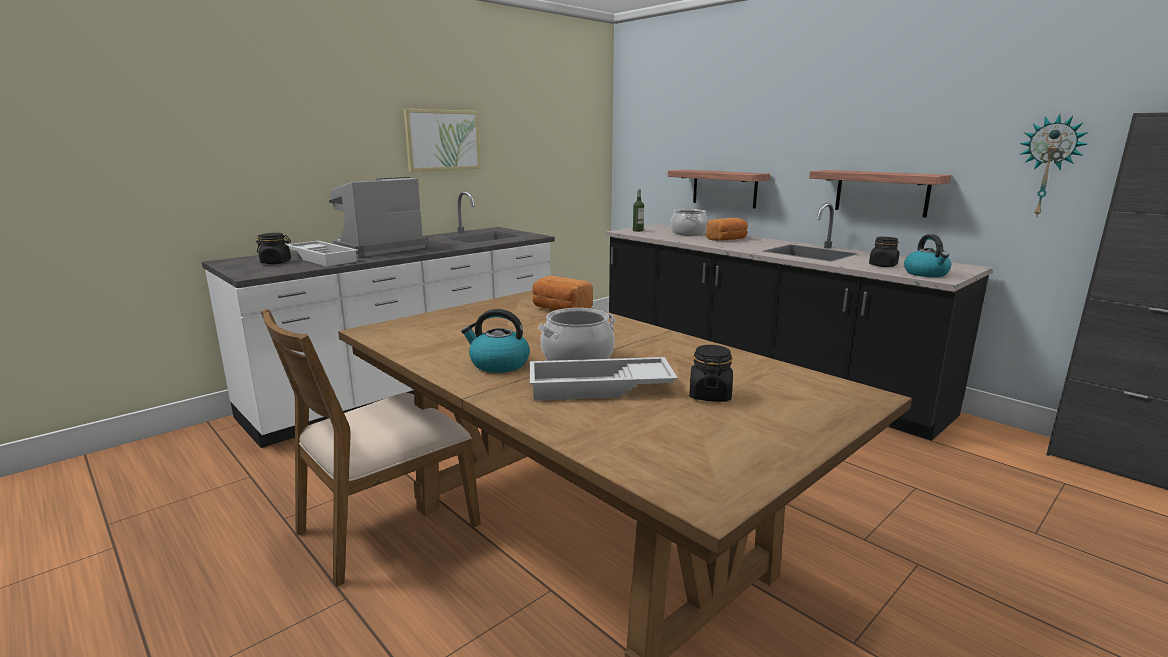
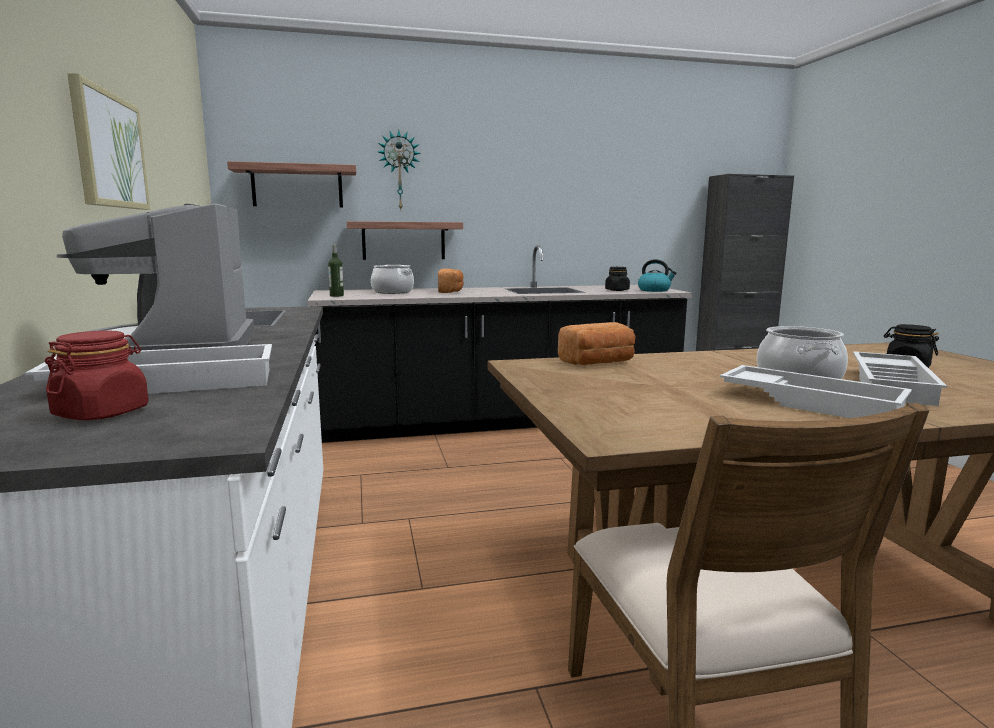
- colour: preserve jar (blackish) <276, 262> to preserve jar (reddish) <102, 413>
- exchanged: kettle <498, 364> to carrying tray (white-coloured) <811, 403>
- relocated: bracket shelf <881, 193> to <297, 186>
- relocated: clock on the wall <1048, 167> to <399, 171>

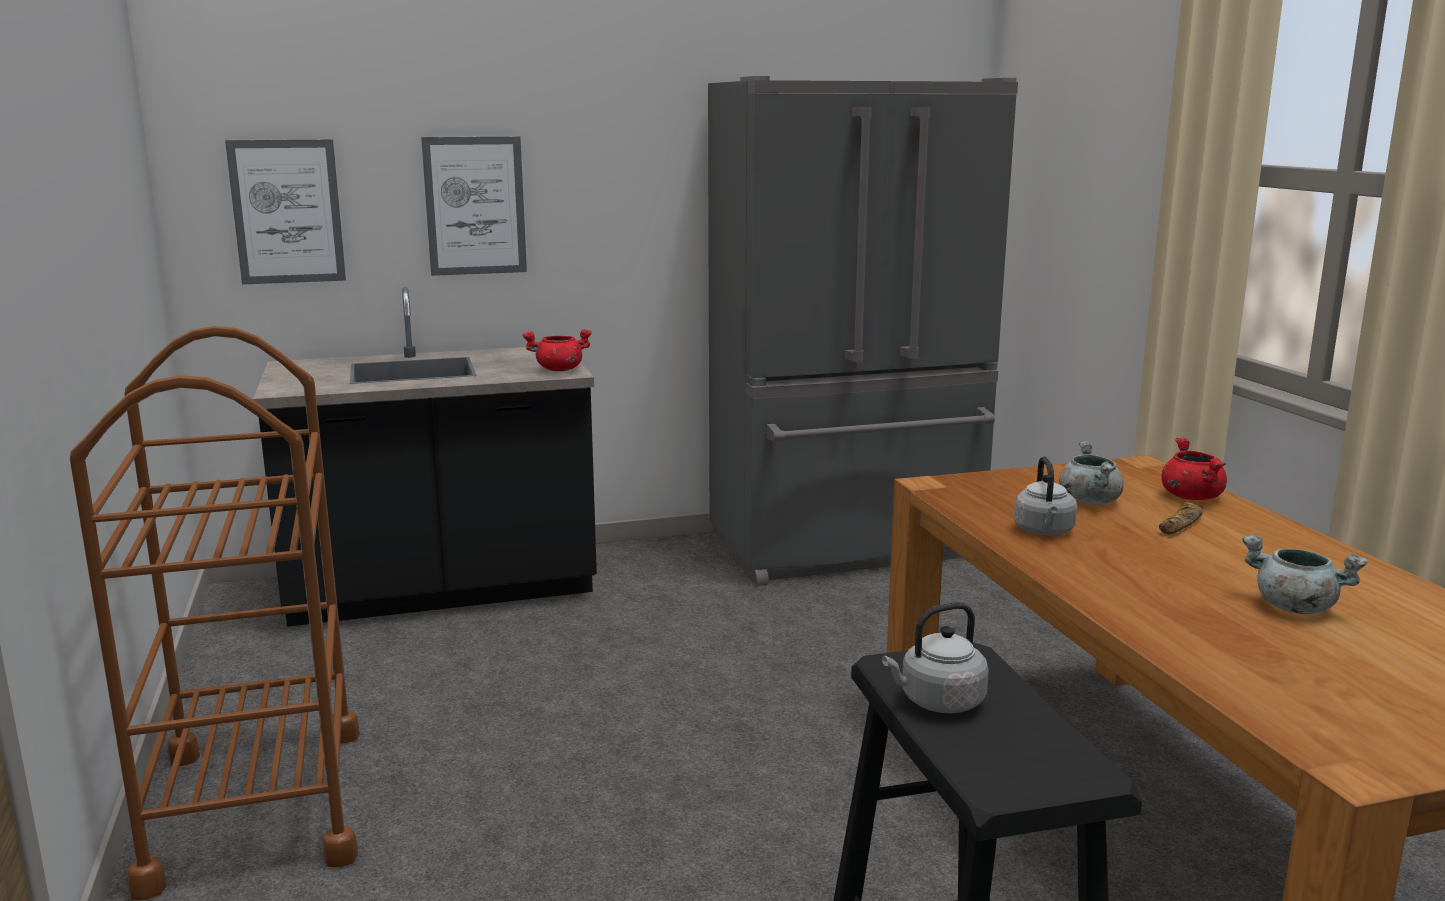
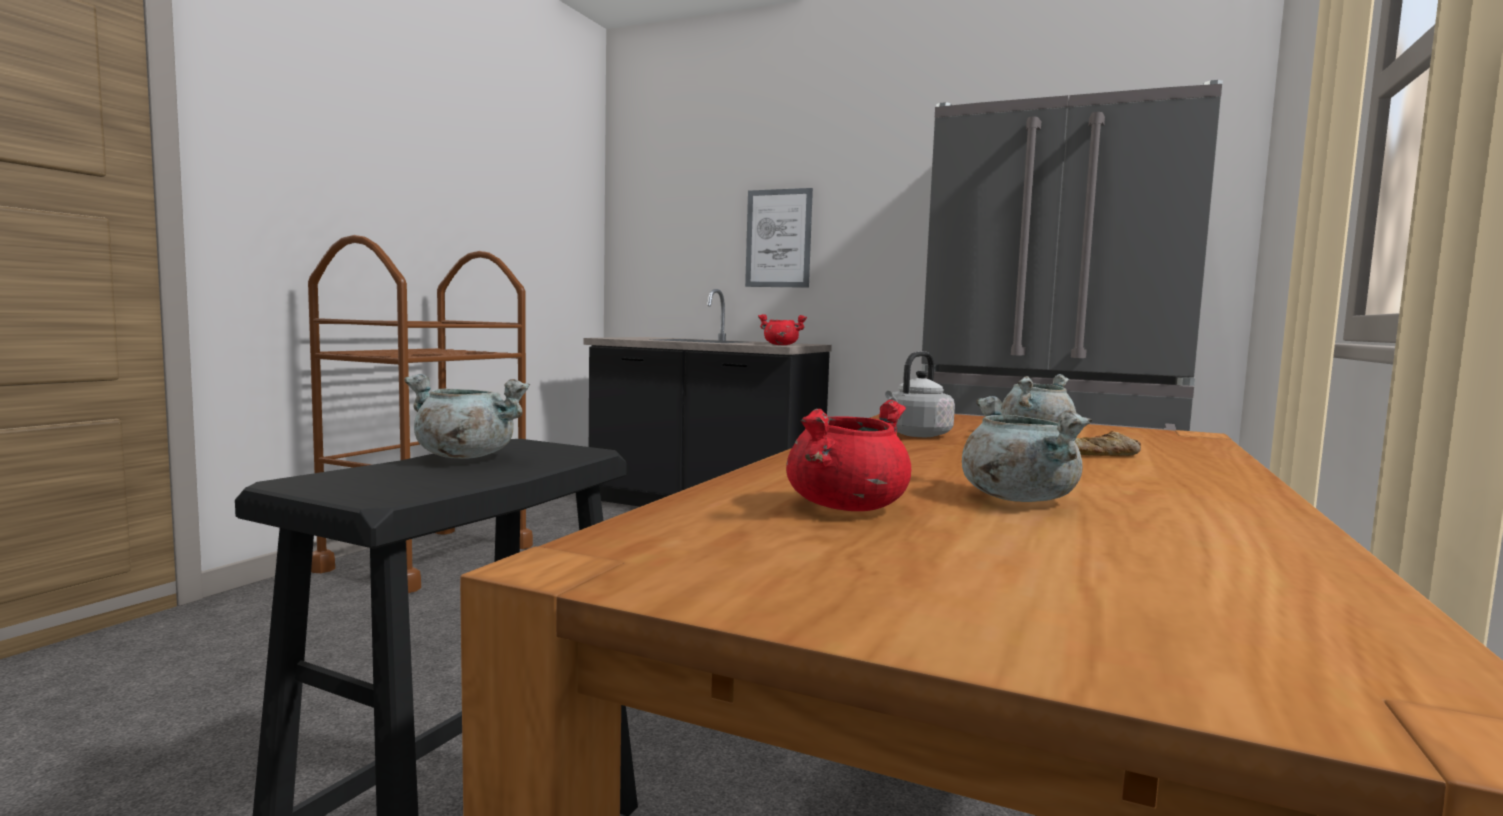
- missing: picture <287, 212>
- exchanged: kettle (grey) <938, 702> to saucepot (grey) <464, 456>
- relocated: saucepot (reddish) <1190, 497> to <846, 506>

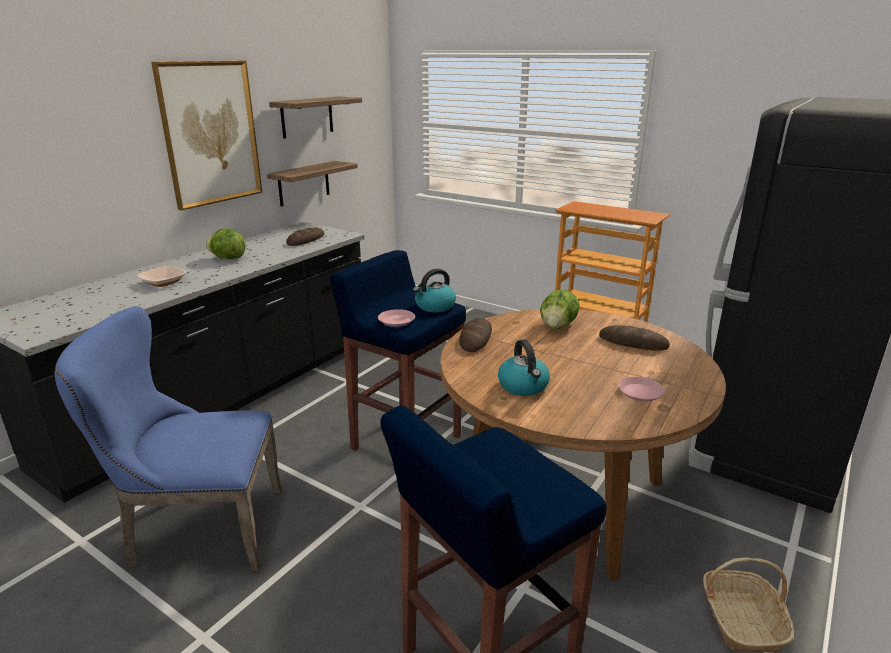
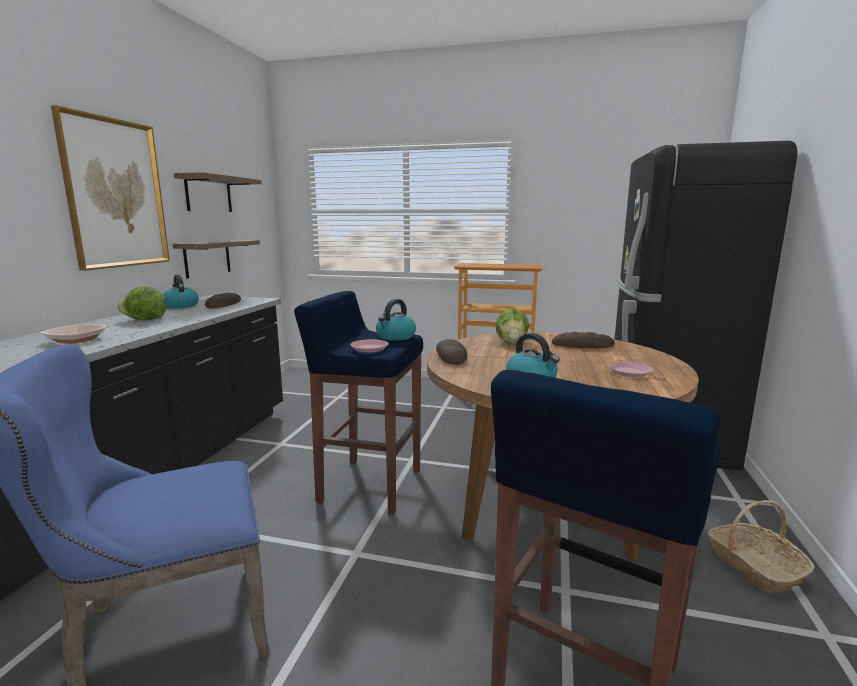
- appeared: kettle <181, 306>

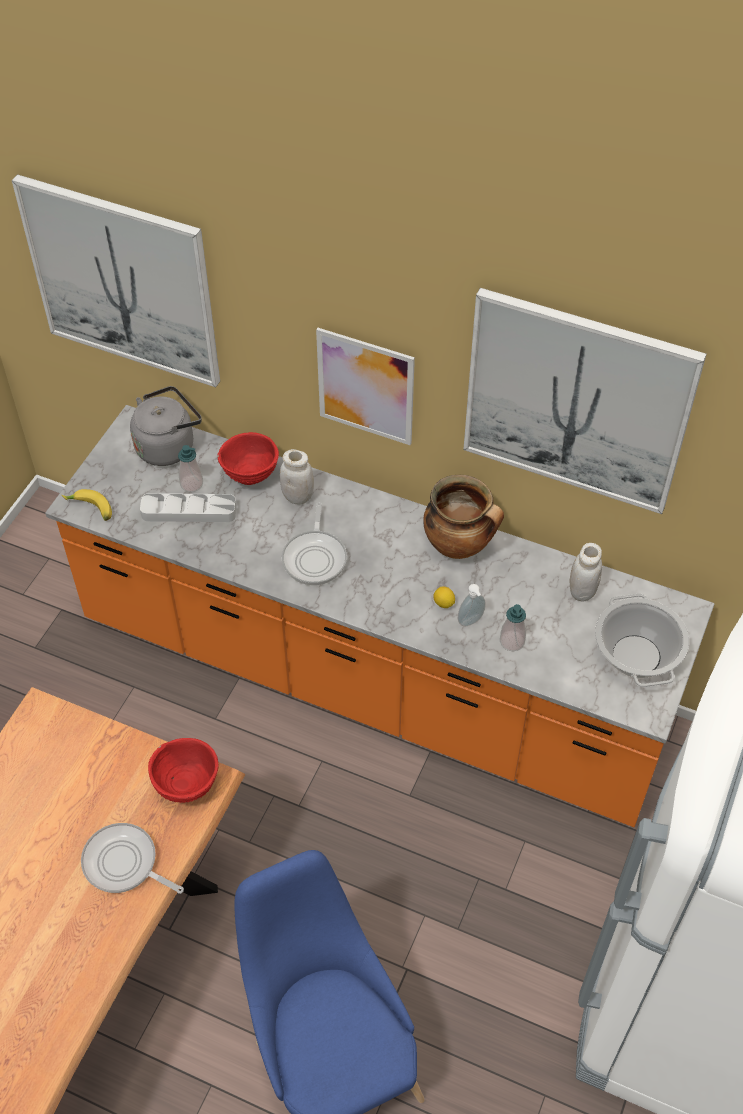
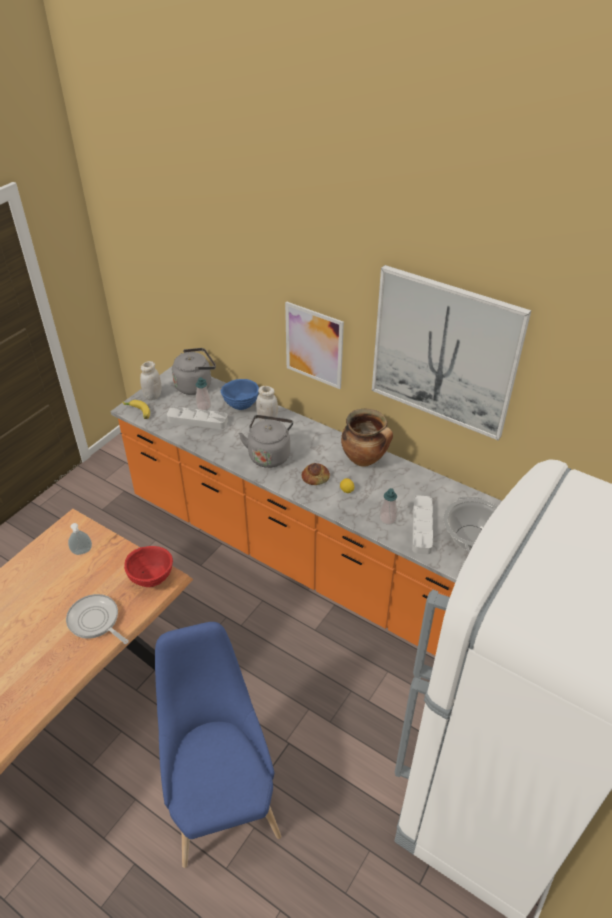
- missing: picture <122, 281>
- colour: deep dish (reddish) <250, 476> to deep dish (blue-coloured) <241, 406>
- exchanged: frying pan <315, 557> to kettle (grey) <269, 454>
- relocated: soap bottle <471, 622> to <82, 552>
- relocated: preserve jar (white-coloured) <582, 591> to <153, 396>
- appeared: bread <315, 477>
- appeared: carrying tray (grey) <422, 527>

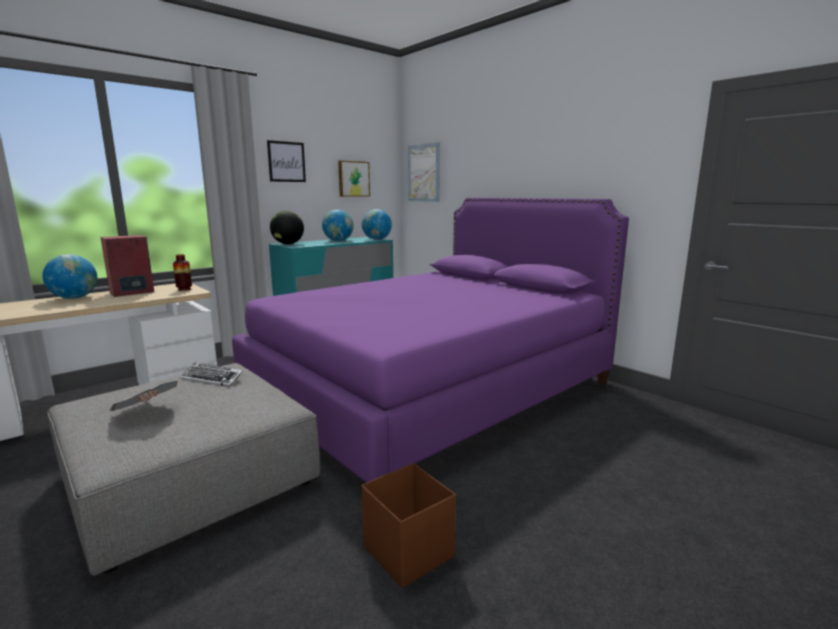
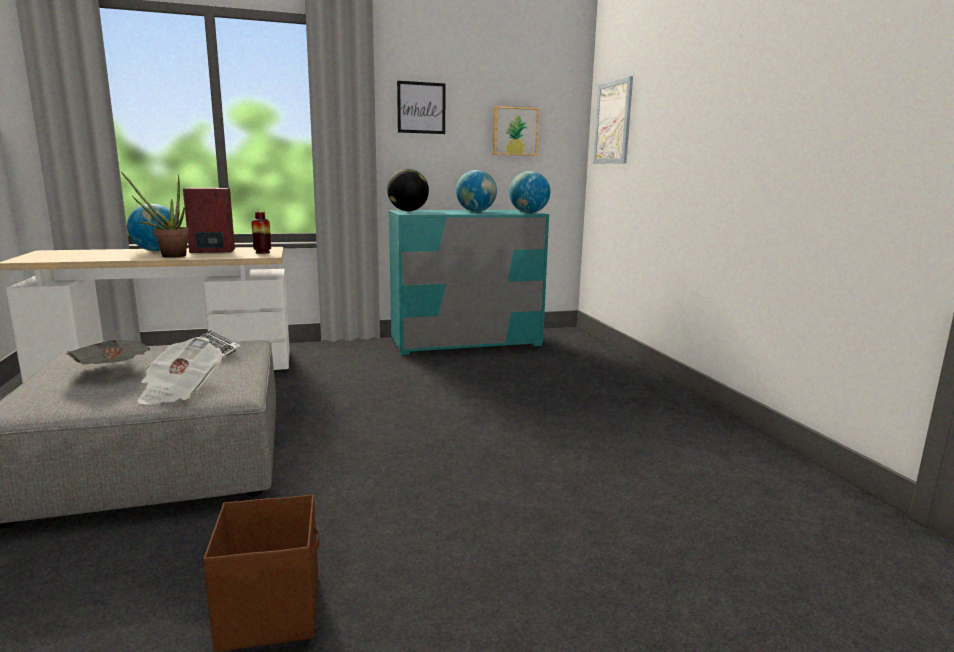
- missing: sleeping bed (purple-coloured) <431, 389>
- appeared: plant in a pot <168, 256>
- appeared: daily paper <180, 391>

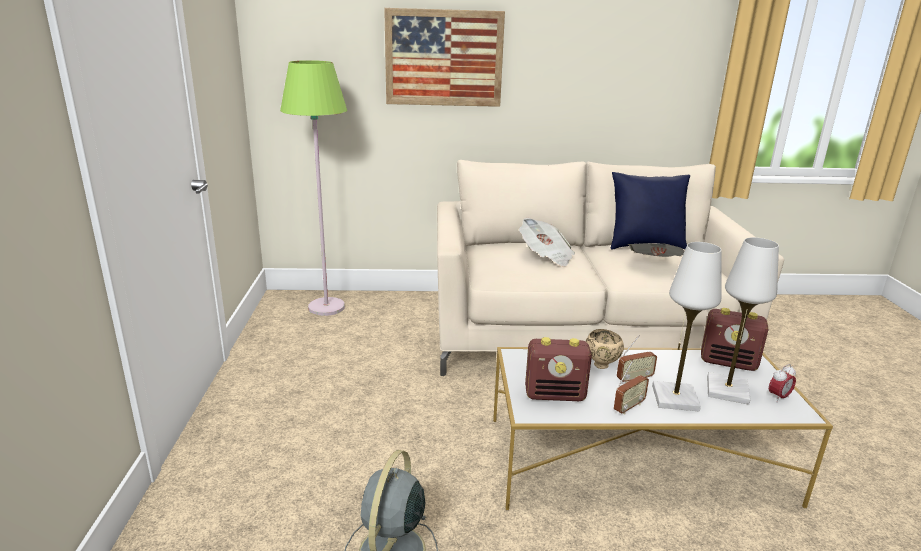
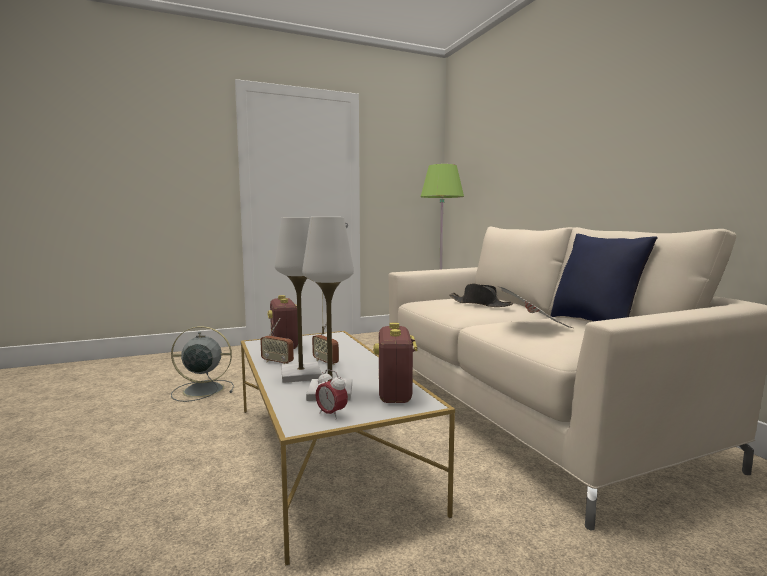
- missing: picture <444, 58>
- exchanged: daily paper <546, 256> to wearable hat (blackish) <480, 304>
- missing: deep dish (beige-coloured) <602, 365>

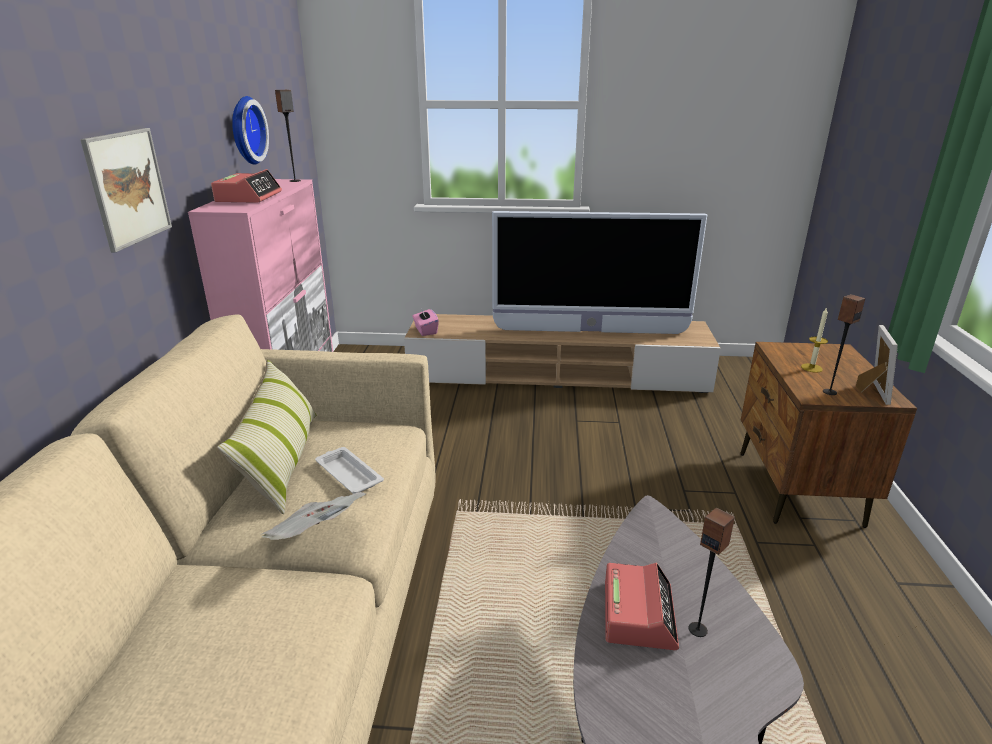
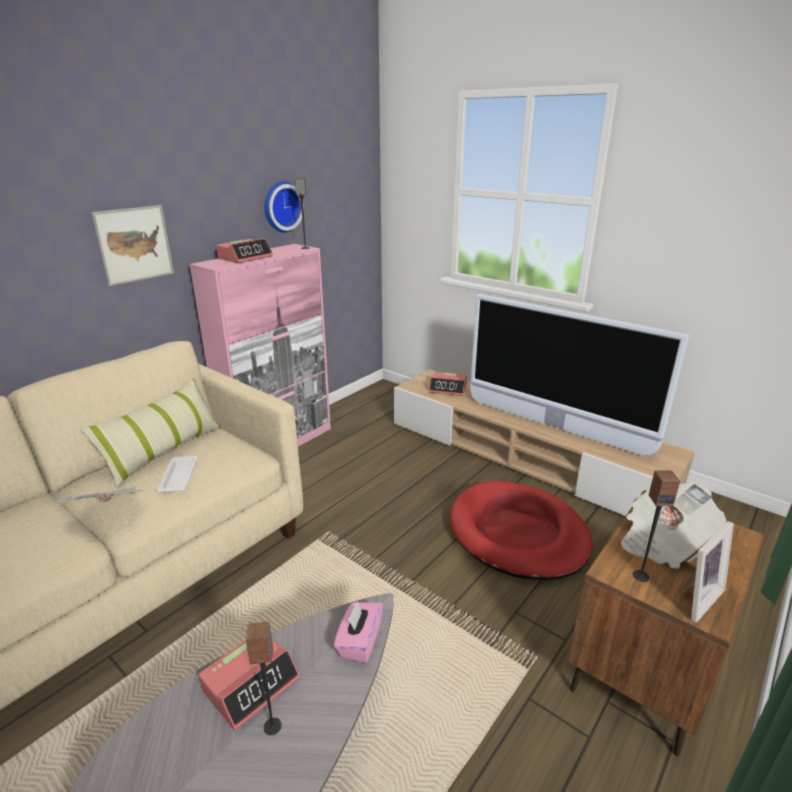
- relocated: box of tissues (pink) <425, 331> to <359, 642>
- exchanged: wax candle <811, 368> to daily paper <663, 541>
- appeared: table clock <448, 389>
- appeared: pet bed (reddish) <517, 534>

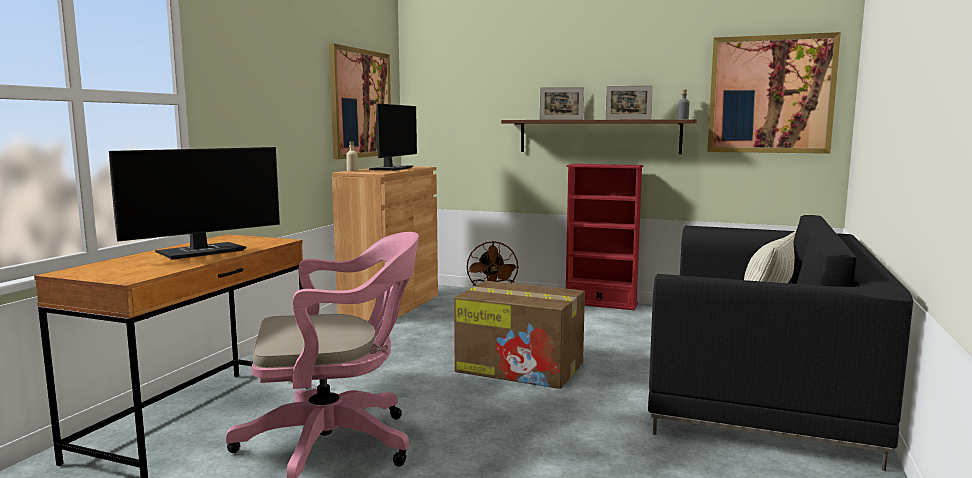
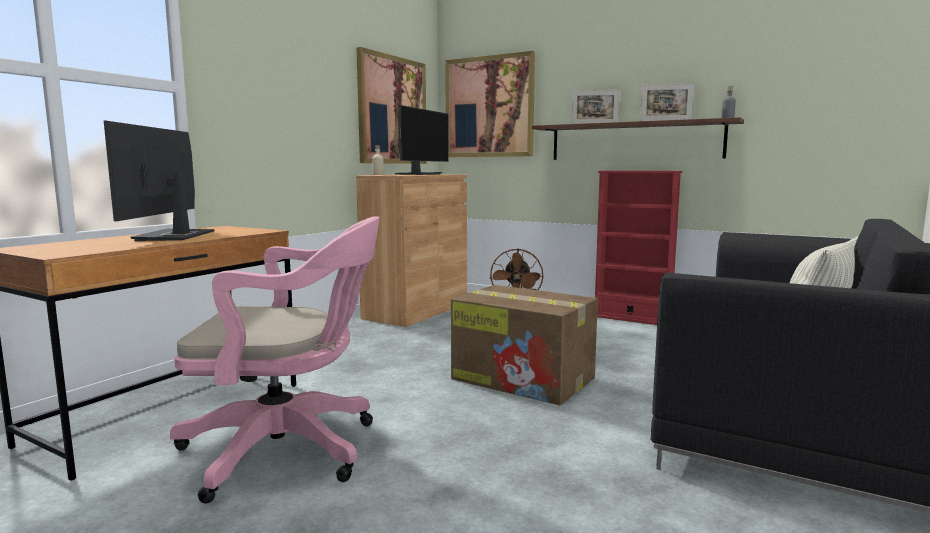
- spun: computer display <203, 251> = <175, 236> 120 degrees clockwise
- relocated: picture <770, 94> to <489, 107>

